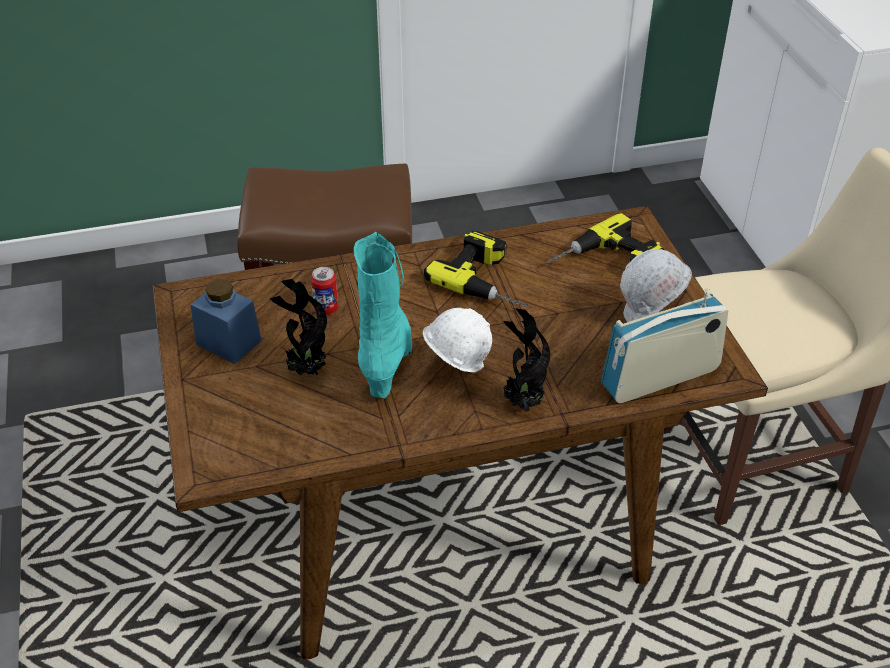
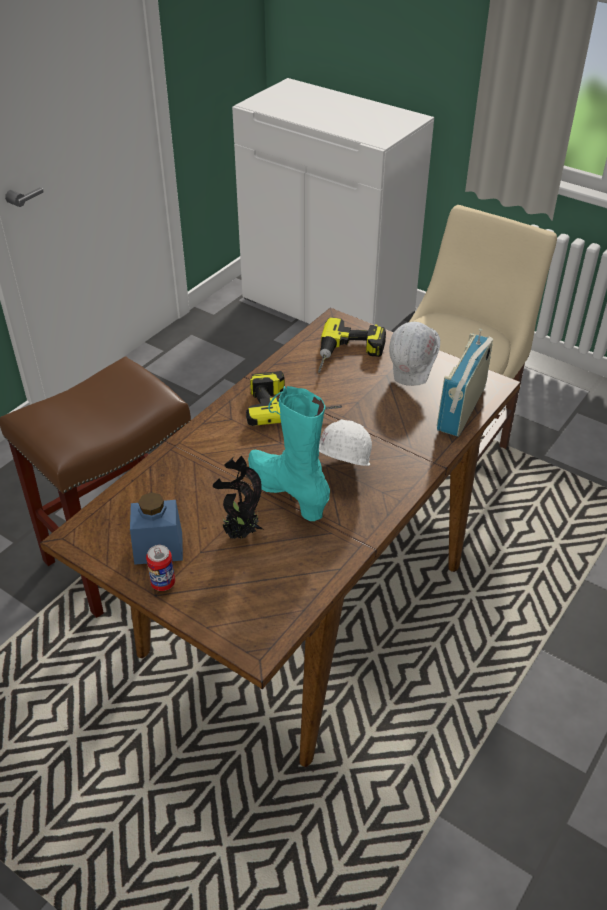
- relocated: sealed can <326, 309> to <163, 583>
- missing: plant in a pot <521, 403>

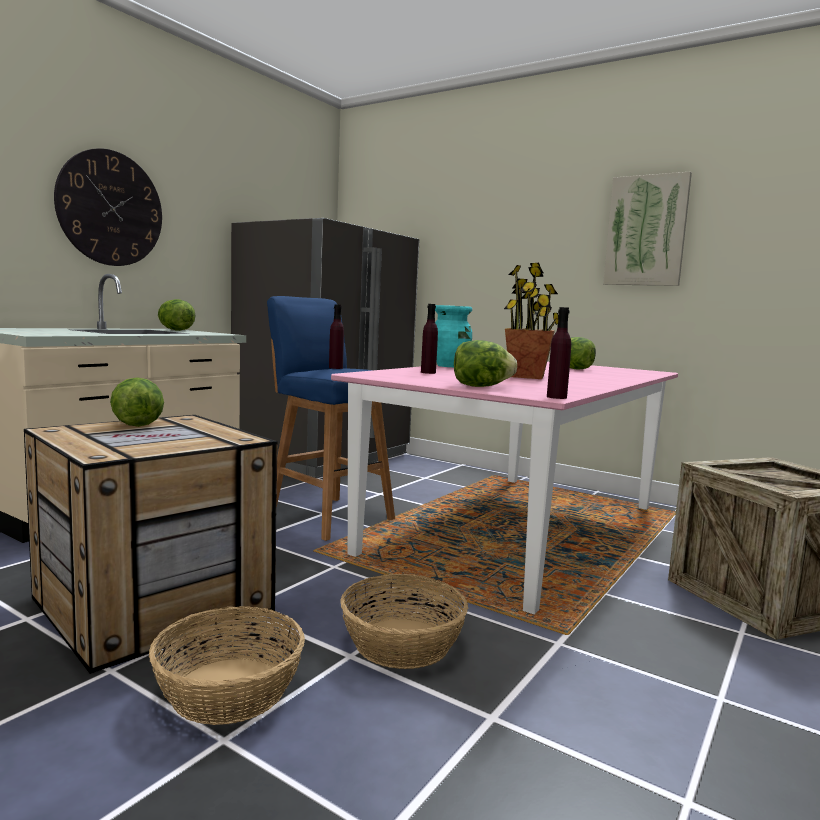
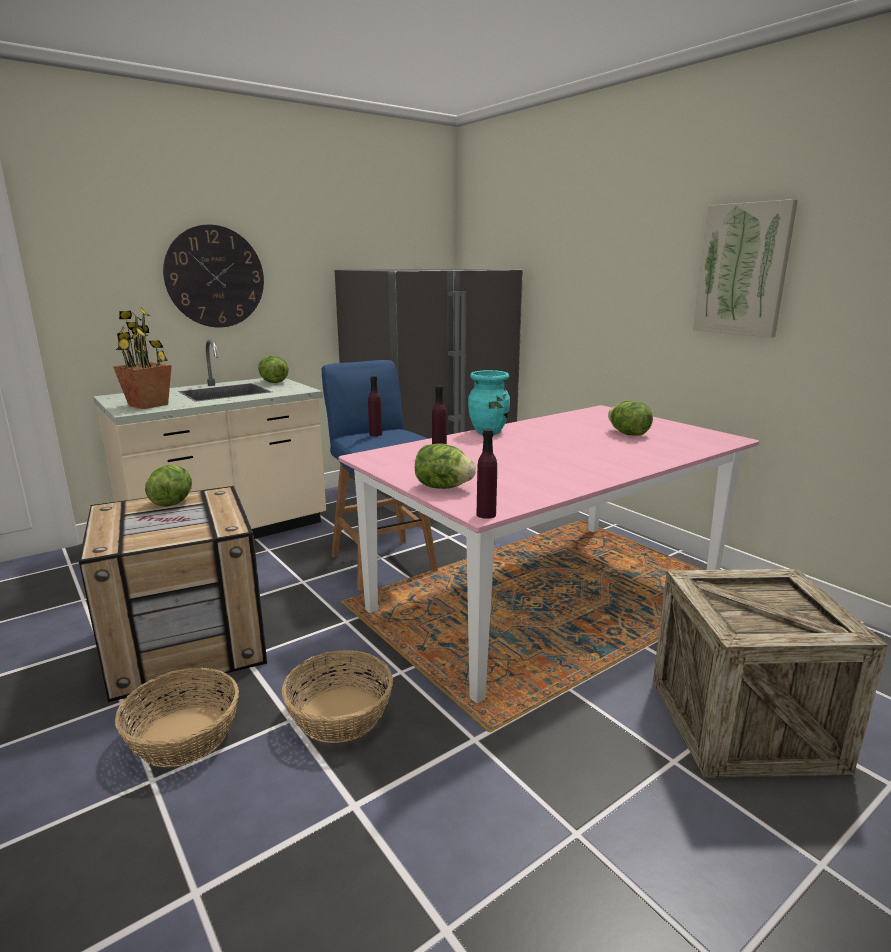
- relocated: plant in a pot <527, 376> to <148, 405>

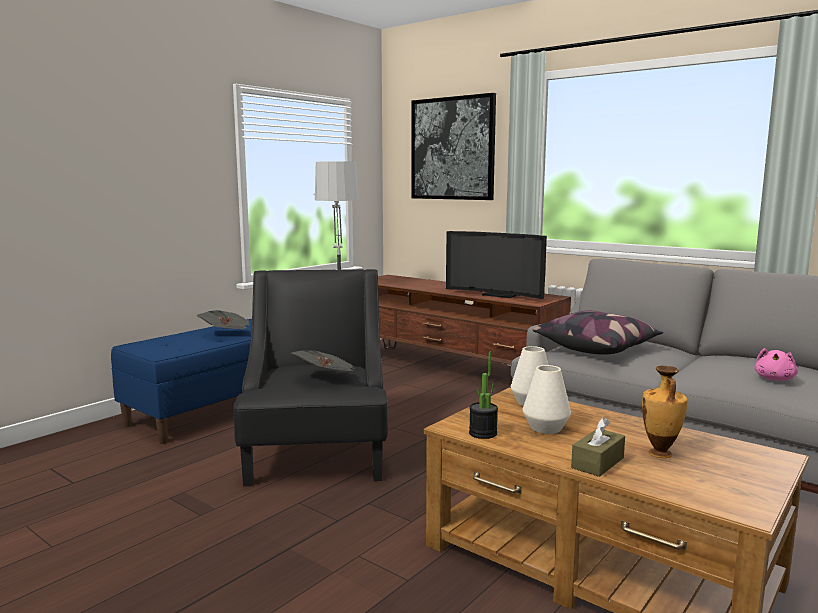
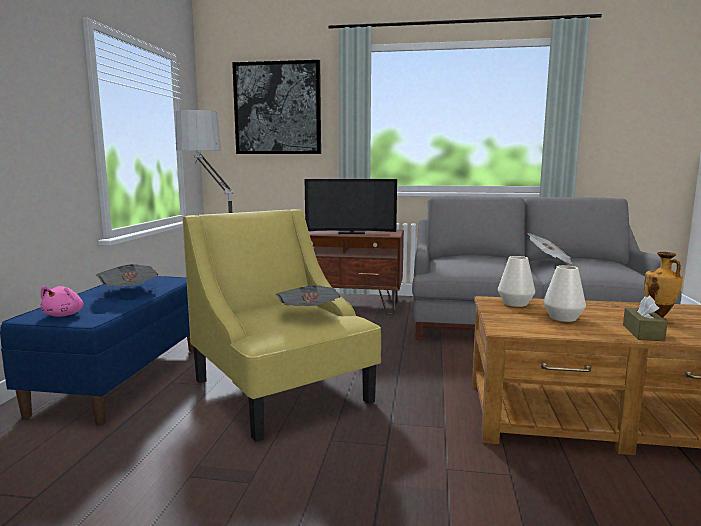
- colour: easy chair (blackish) <317, 450> to easy chair (yellow-coloured) <282, 390>
- missing: plant in a pot <483, 433>
- missing: throw pillow <596, 348>
- relocated: plush toy (pink) <774, 379> to <65, 315>
- appeared: daily paper <550, 261>

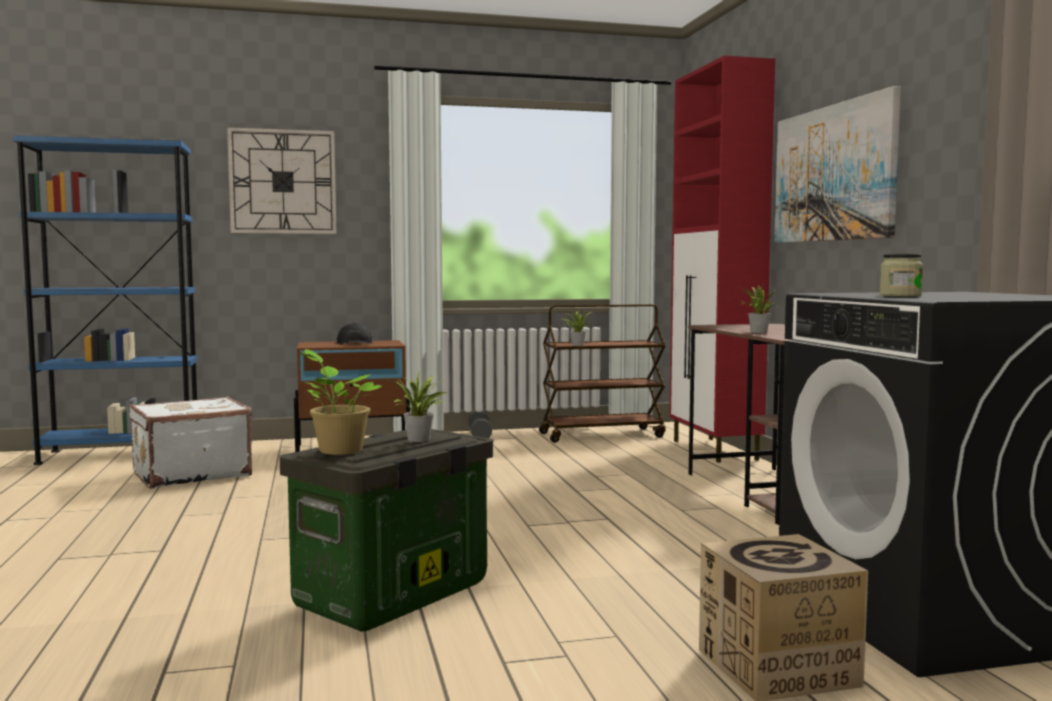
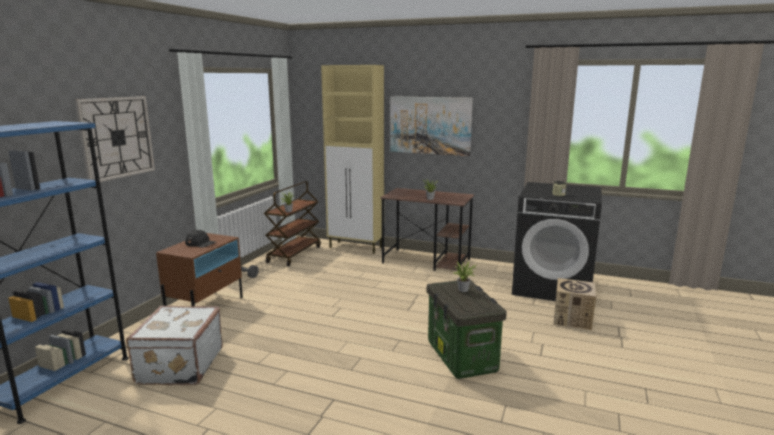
- missing: plant in a pot <338, 450>
- colour: cabinet (reddish) <714, 450> to cabinet (beige-coloured) <356, 247>

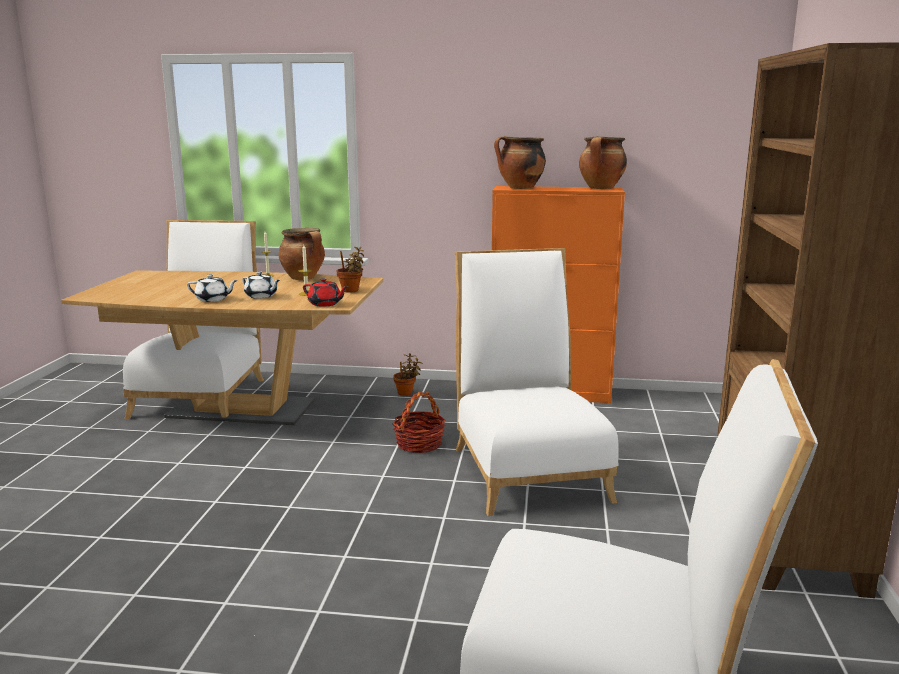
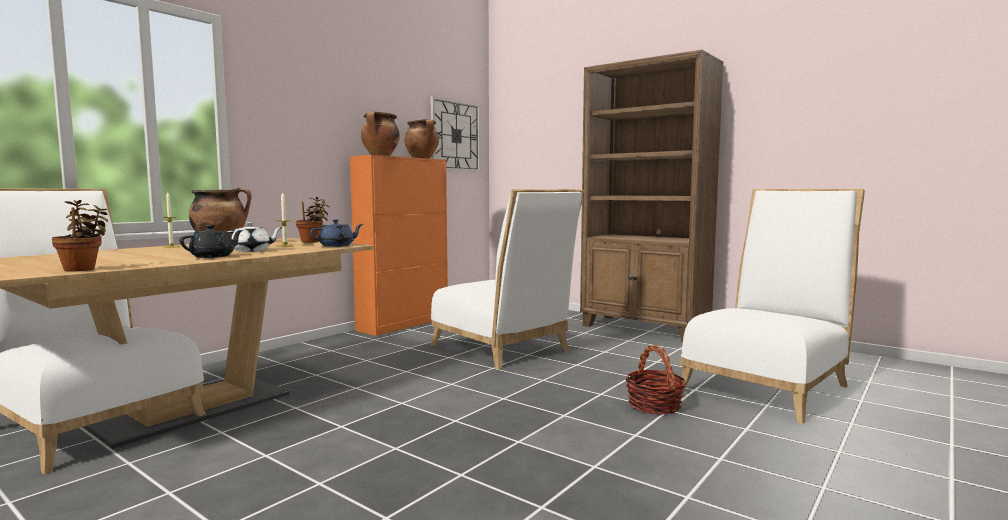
- colour: tea pot (white-coloured) <213, 299> to tea pot (blackish) <213, 256>
- colour: tea pot (reddish) <325, 304> to tea pot (blue-coloured) <337, 246>
- relocated: plant in a pot <406, 393> to <82, 269>
- relocated: storage basket <419, 444> to <654, 405>
- spun: upright chair (white-coloured) <527, 468> = <504, 350> 150 degrees counterclockwise
- appeared: clock on the wall <455, 136>

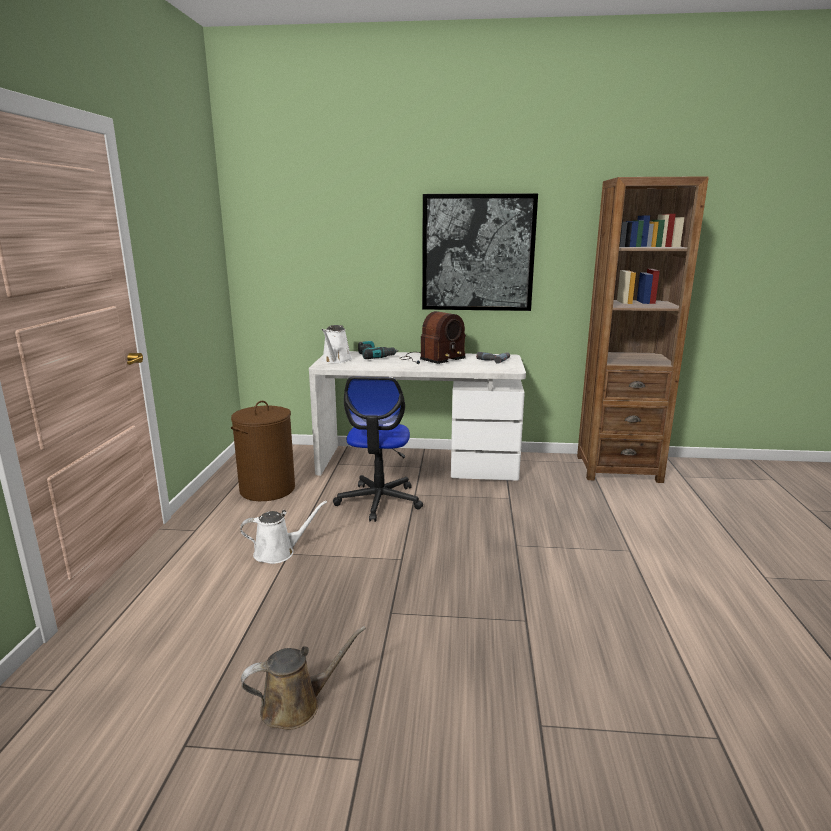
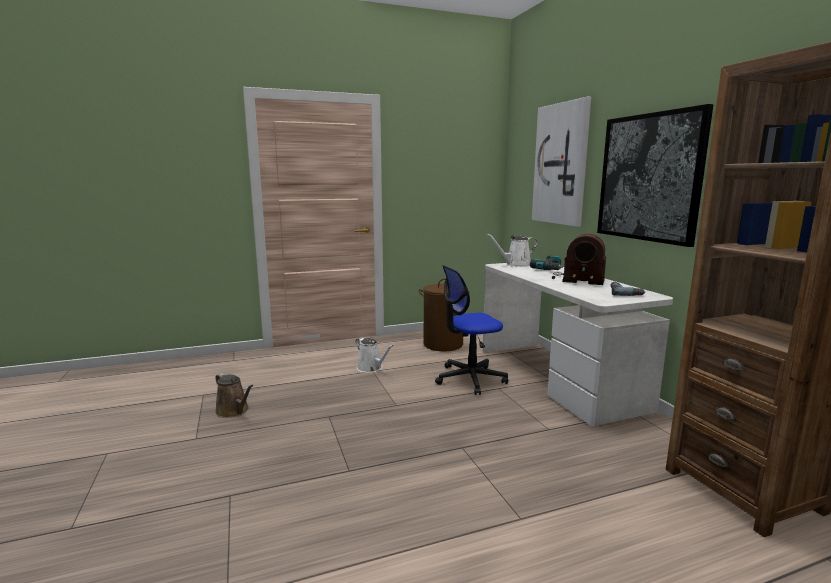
- appeared: picture <561, 164>

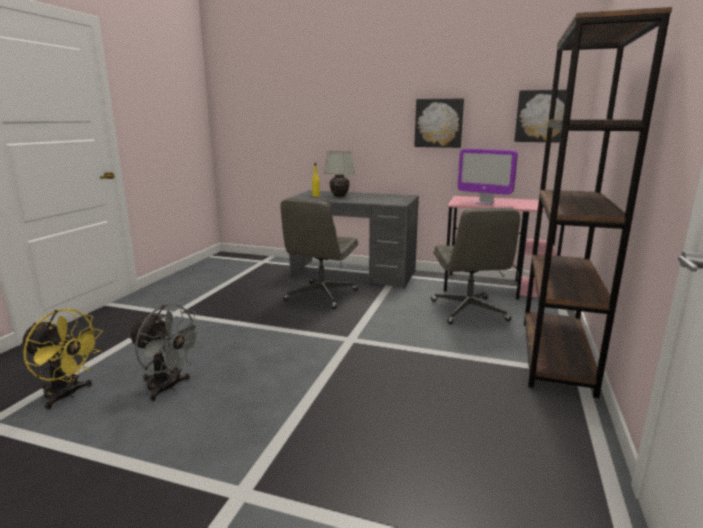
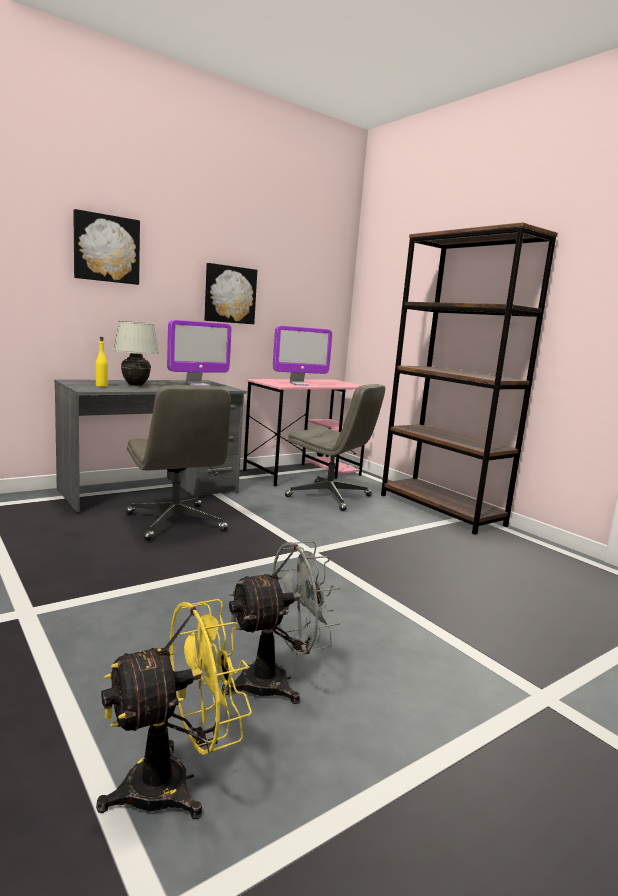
- relocated: picture <542, 116> to <106, 248>
- appeared: computer display <197, 384>

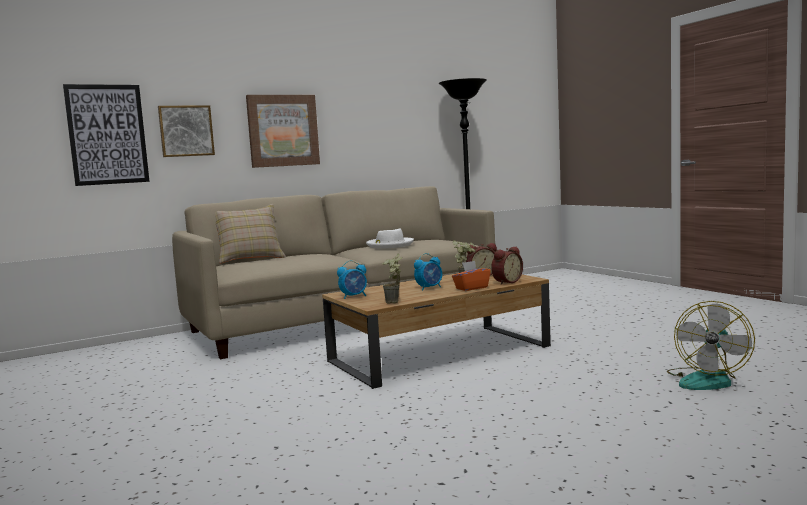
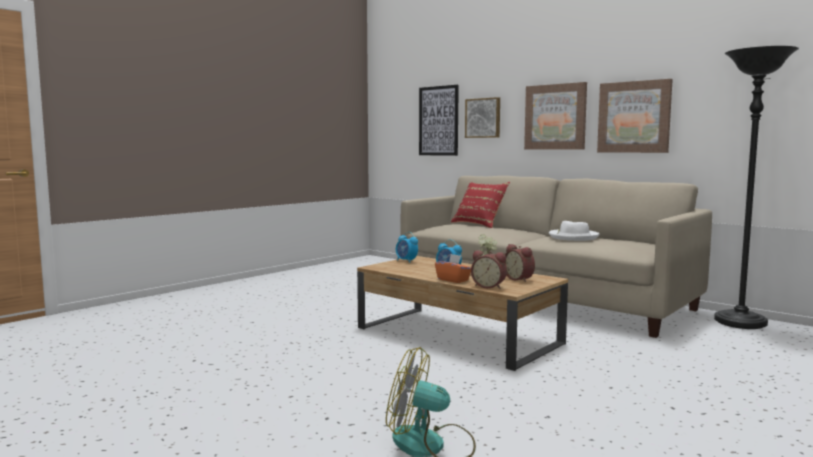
- colour: throw pillow (beige-coloured) <250, 259> to throw pillow (reddish) <480, 224>
- missing: plant in a pot <394, 303>
- appeared: picture <634, 117>

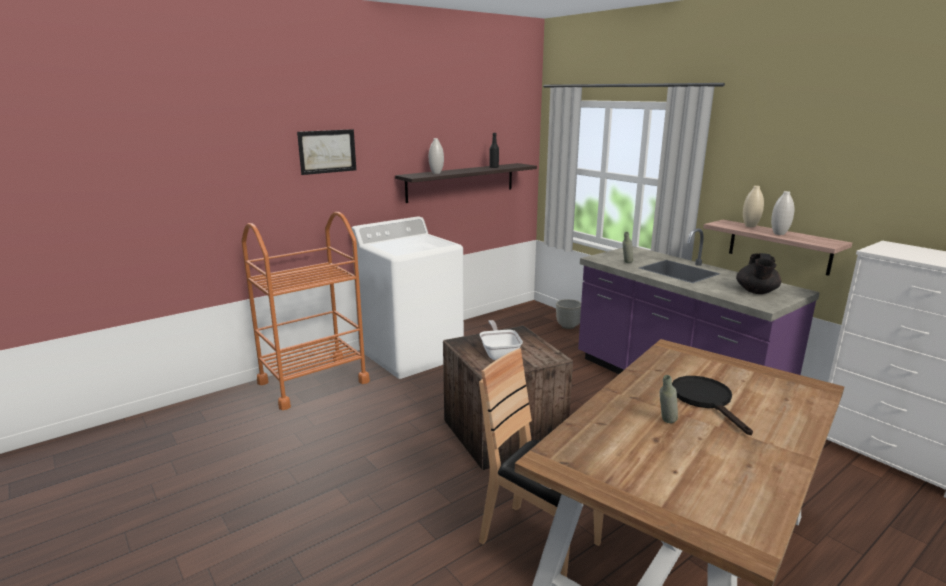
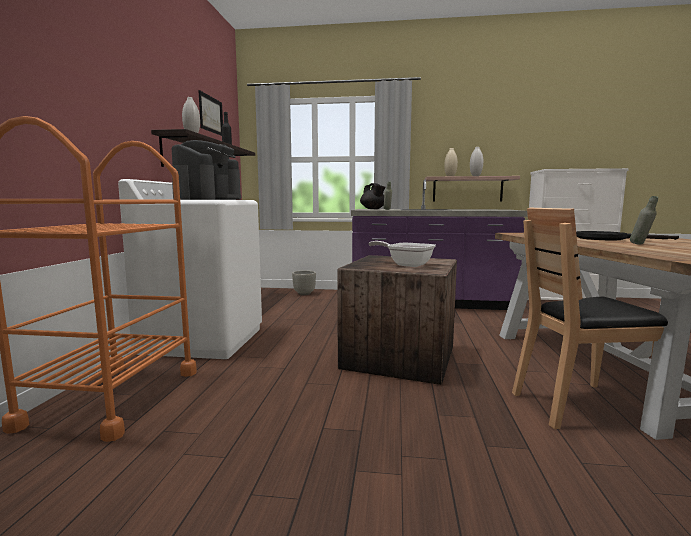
- relocated: picture <327, 151> to <211, 114>
- relocated: tea pot (blackish) <756, 292> to <373, 209>
- appeared: coffee machine <209, 199>

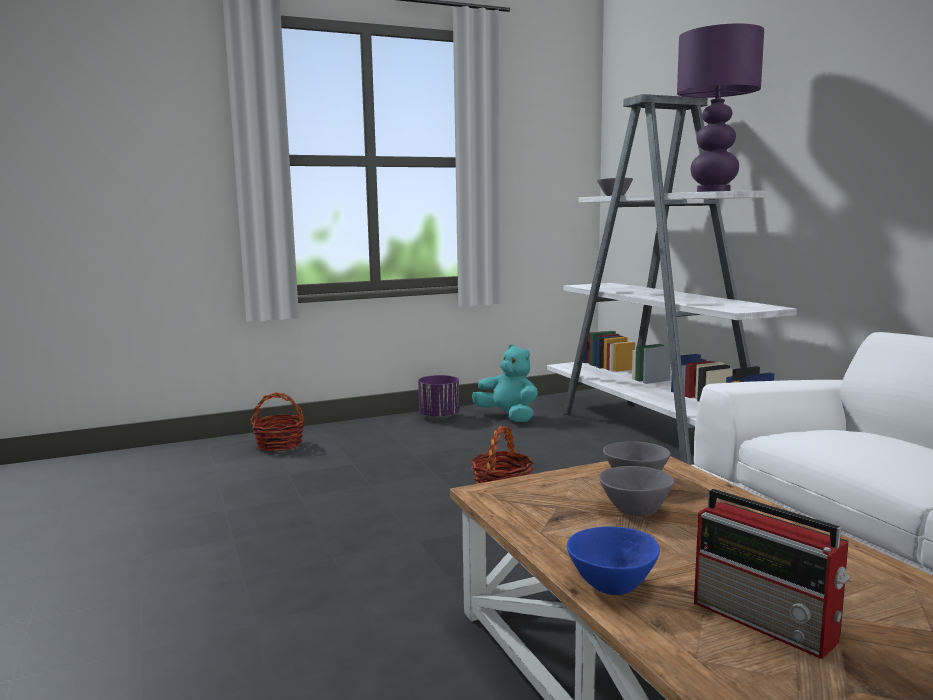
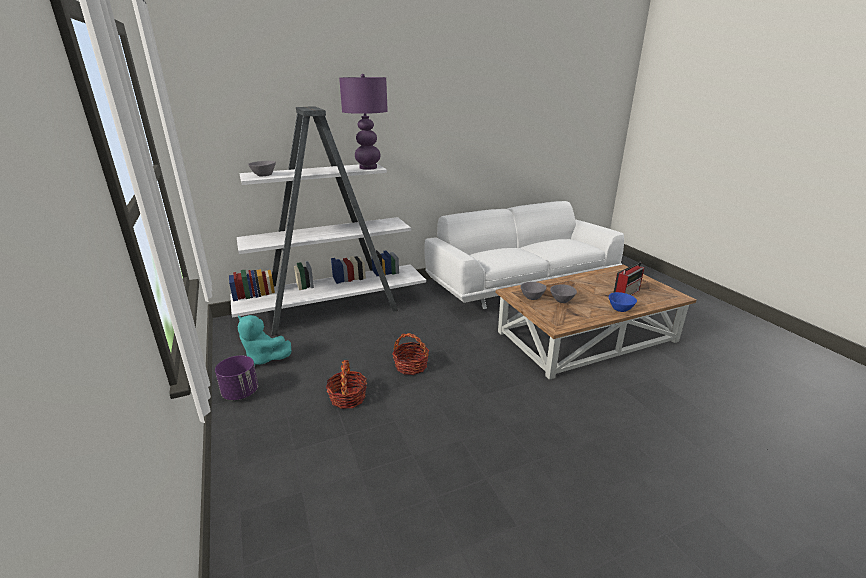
- relocated: storage basket <279, 445> to <348, 398>
- spun: plush toy (blue-green) <508, 417> = <264, 359> 105 degrees counterclockwise

